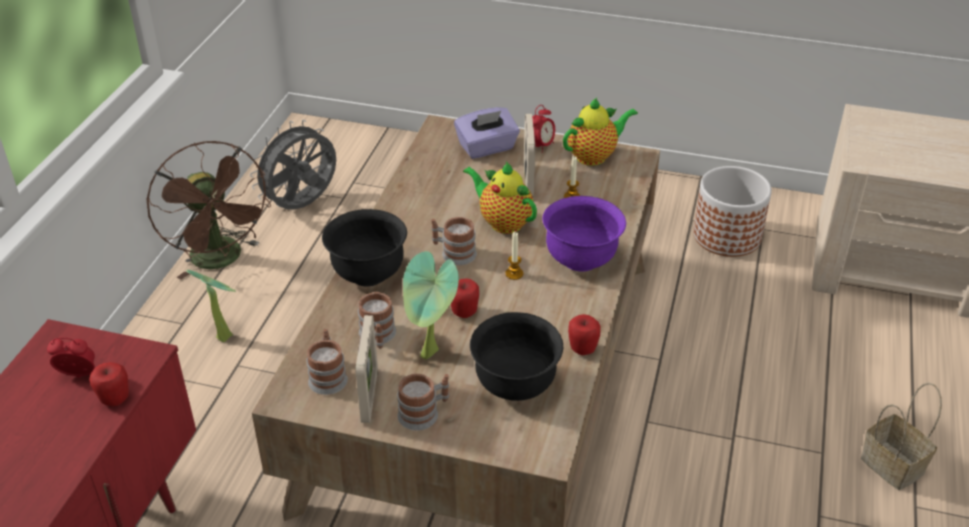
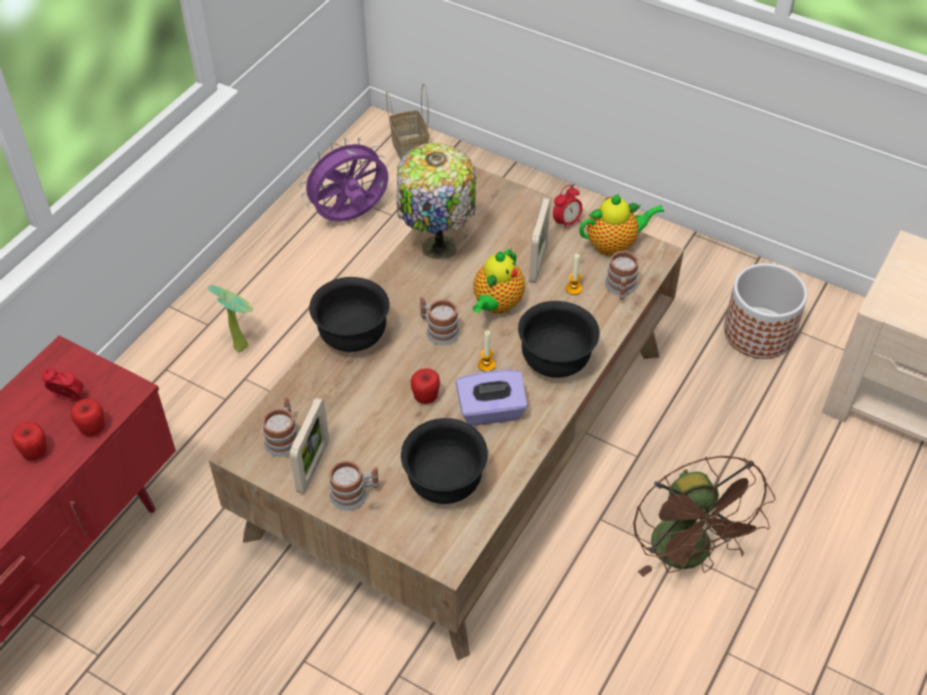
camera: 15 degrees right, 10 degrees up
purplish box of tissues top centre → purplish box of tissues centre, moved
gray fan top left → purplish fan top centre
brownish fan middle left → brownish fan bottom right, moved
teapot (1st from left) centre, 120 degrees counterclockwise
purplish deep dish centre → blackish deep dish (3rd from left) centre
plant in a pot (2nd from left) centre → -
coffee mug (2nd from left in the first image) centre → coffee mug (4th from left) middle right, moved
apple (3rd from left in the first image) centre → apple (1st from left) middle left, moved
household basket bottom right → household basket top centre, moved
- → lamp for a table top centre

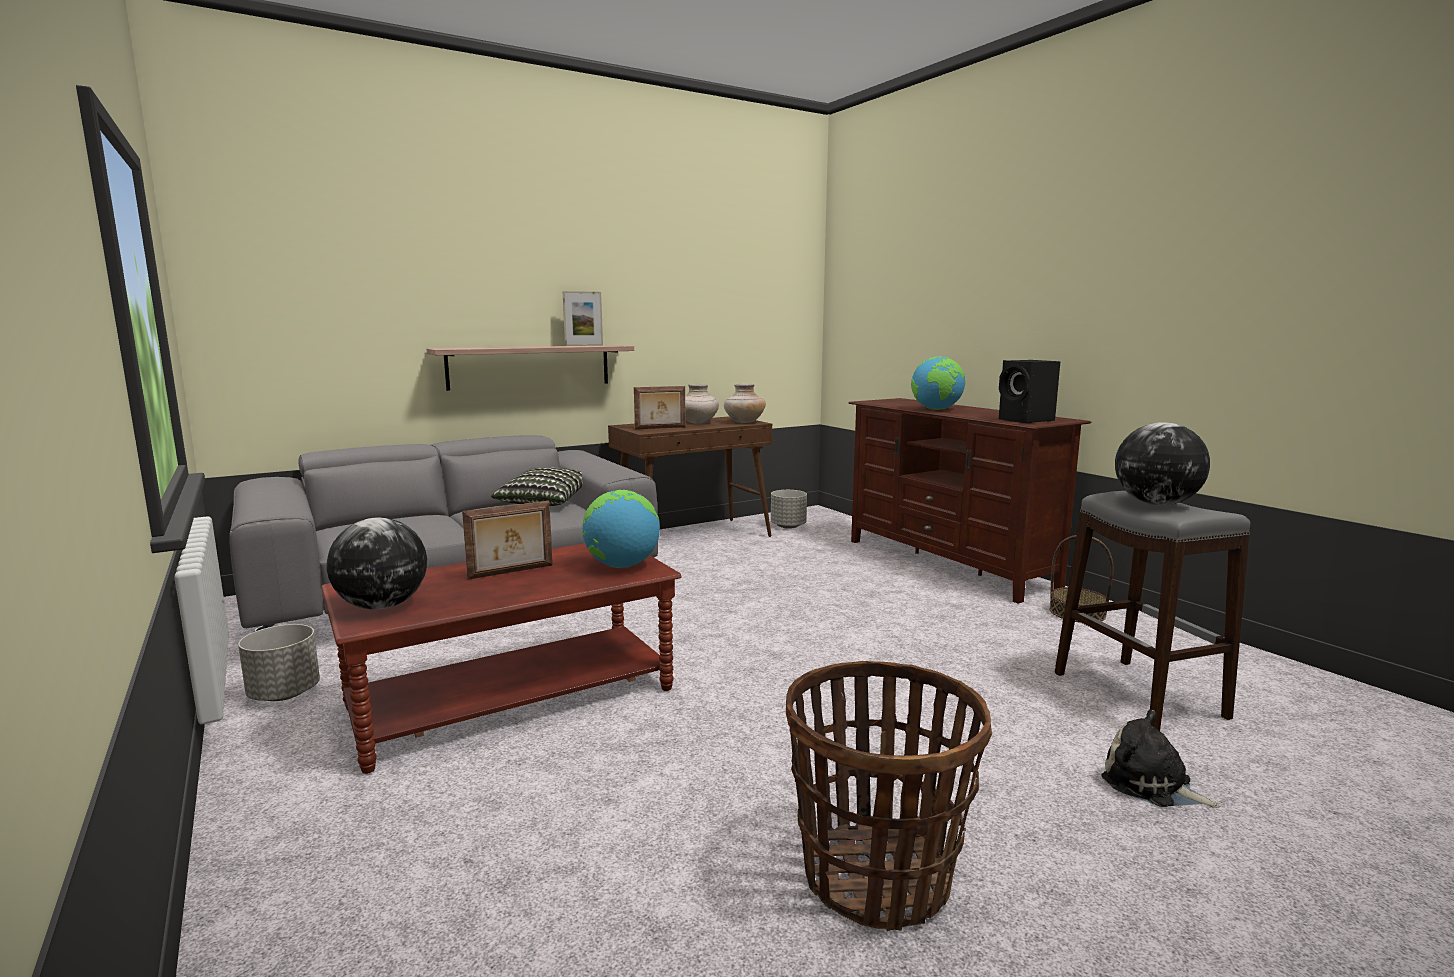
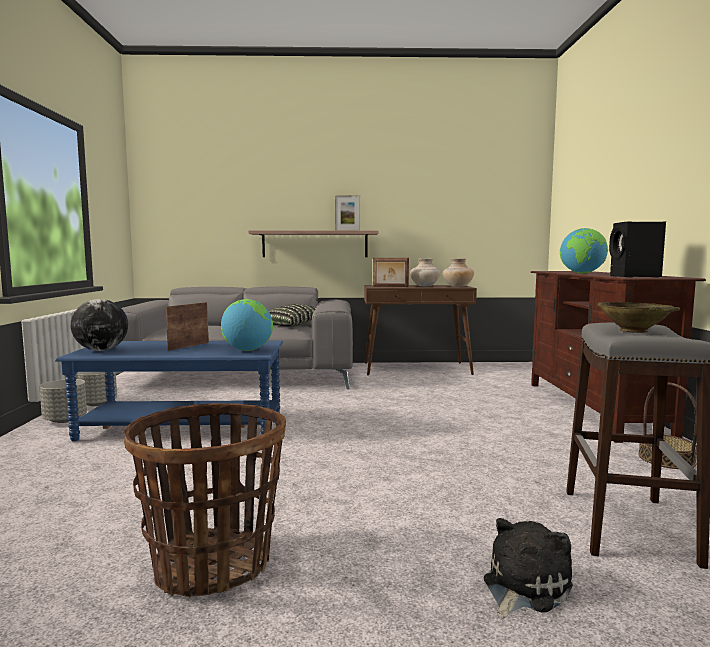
camera: 30 degrees right, 5 degrees down
world globe (4th from left) middle right → beige-coloured deep dish middle right
gray flower pot (2nd from left in the first image) centre → gray flower pot (1st from left) middle left, moved
picture frame (1st from left) centre → picture frame (1st from left) middle left, 120 degrees clockwise
brownish lounge table bottom centre → bluish lounge table middle left
soft toy bottom right, 60 degrees clockwise

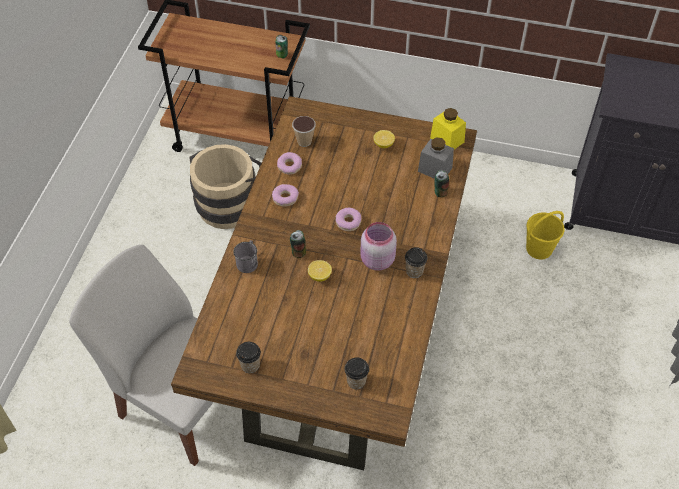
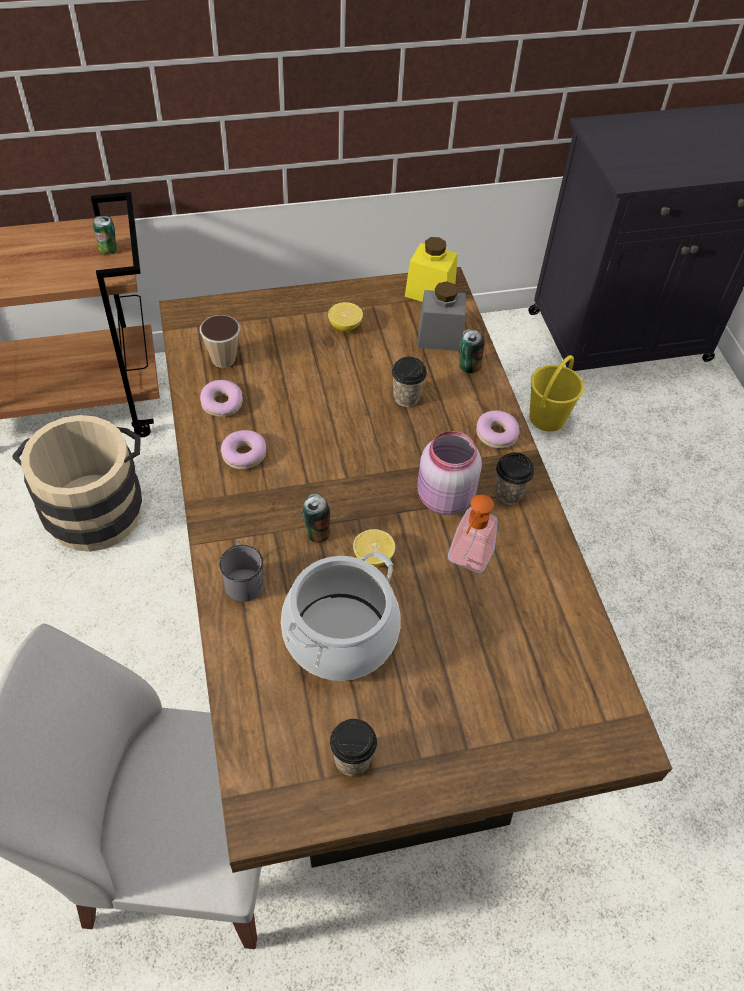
camera: 30 degrees left, 0 degrees up
ring doughnut (3rd from left) centre → ring doughnut (3rd from left) middle right, moved
cup (3rd from left) bottom centre → cup (3rd from left) centre, moved
- → soap bottle centre
- → cooking pot centre

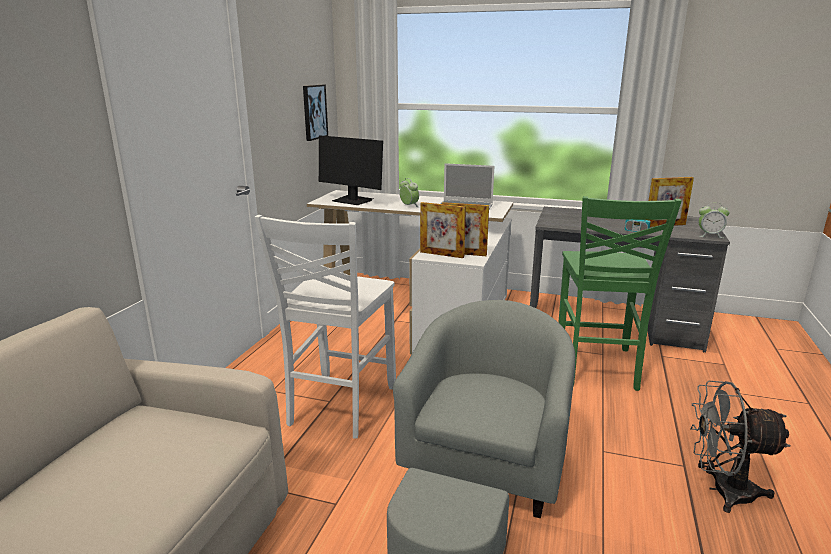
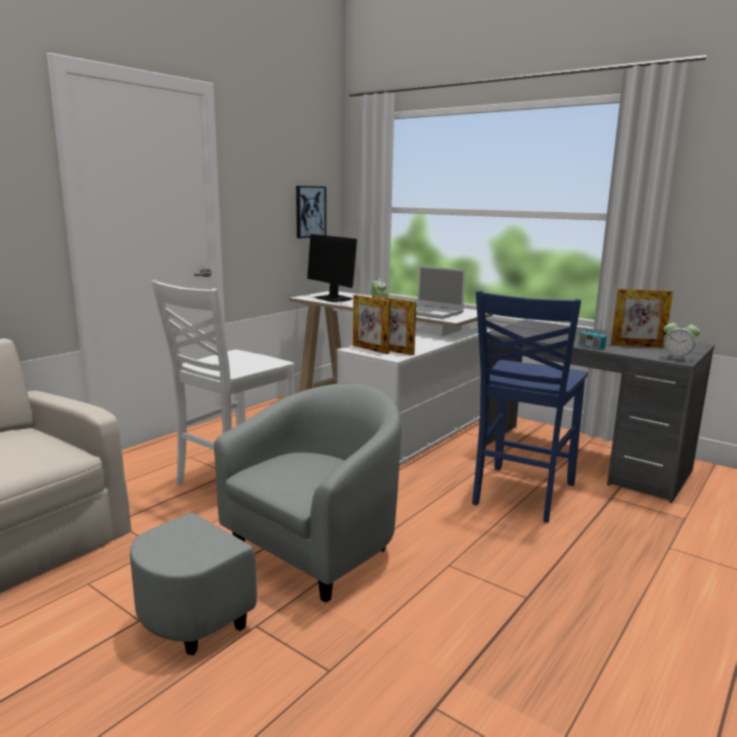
camera: 20 degrees right, 5 degrees down
green-coloured chair middle right → bluish chair middle right
gray fan bottom right → -

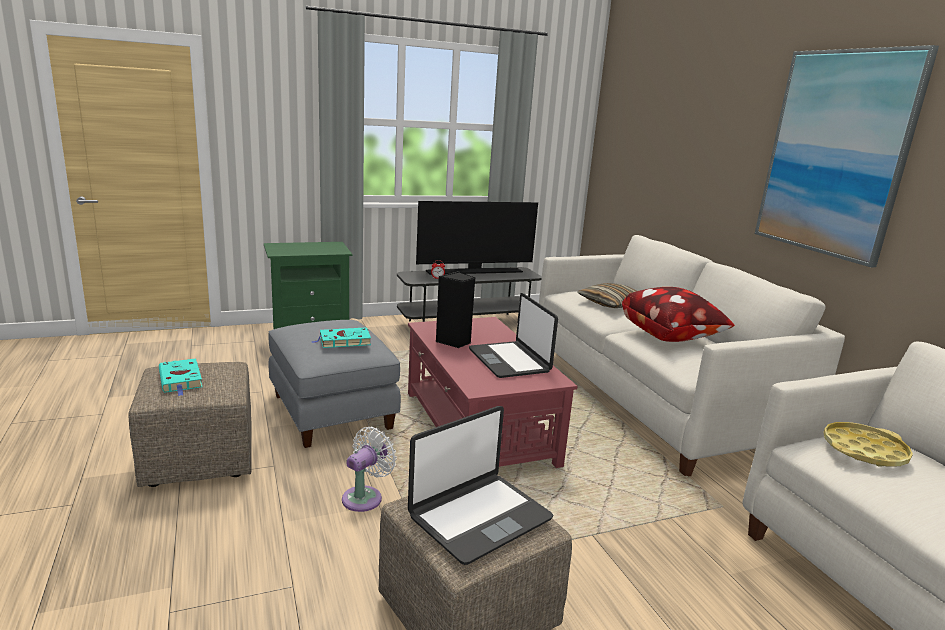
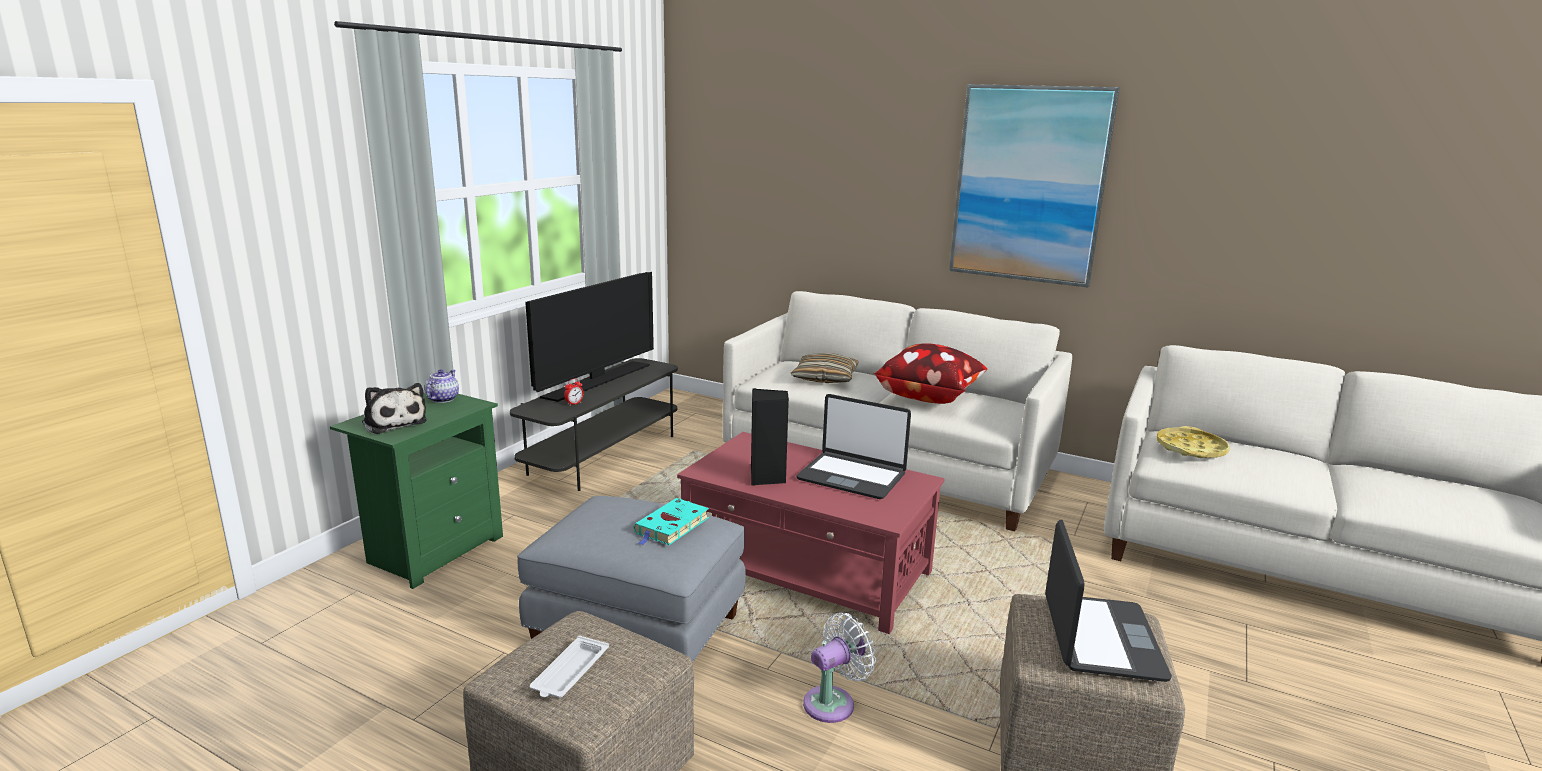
camera: 40 degrees left, 0 degrees up
blue-green bound book (1st from left) middle left → whitish tray bottom centre
whitish fan bottom centre, 60 degrees clockwise
- → teapot middle left
- → soft toy middle left

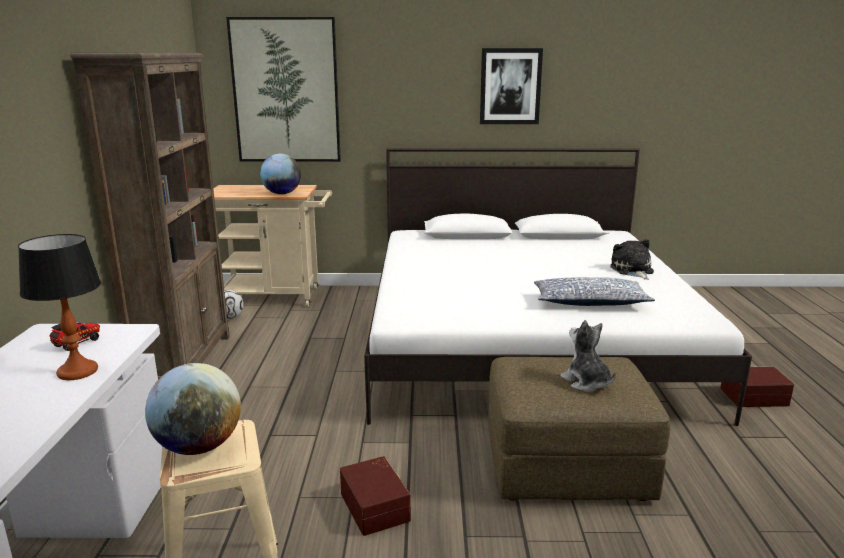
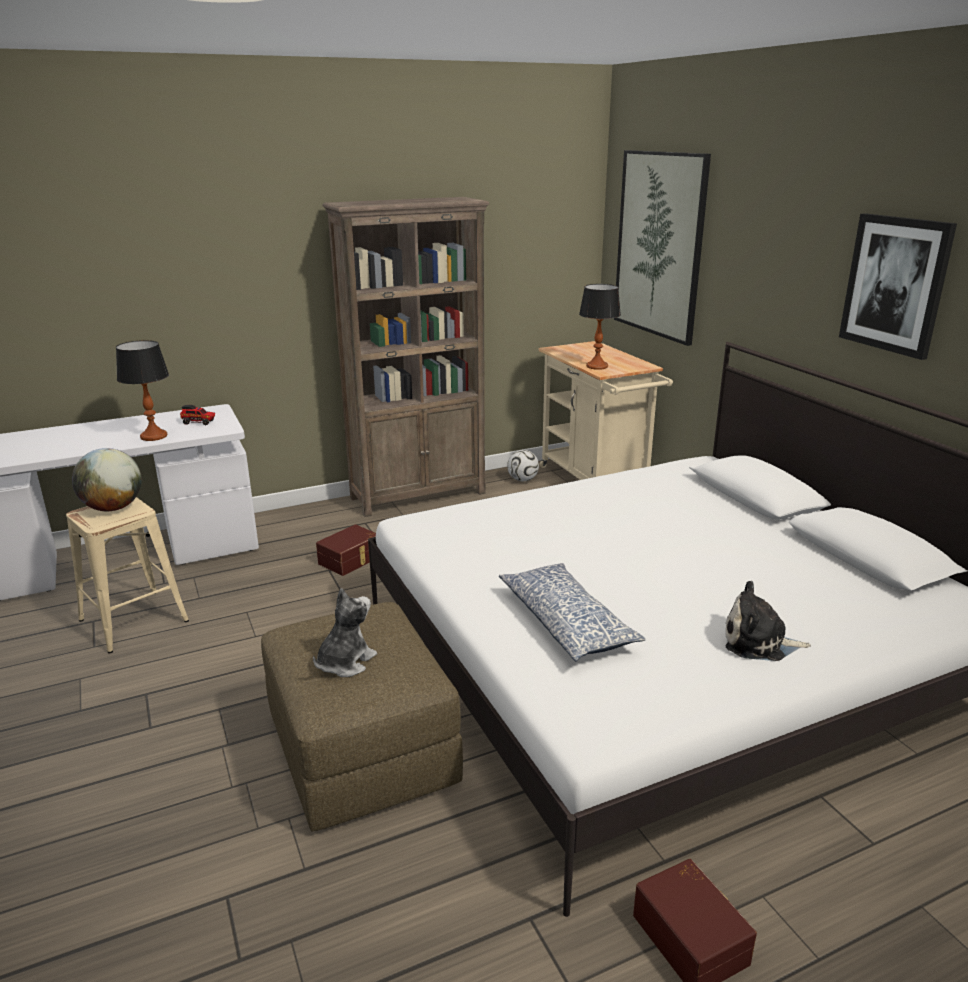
camera: 65 degrees right, 5 degrees up
world globe (2nd from left) top left → lamp for a table (2nd from left) top centre
soft toy (2nd from left) middle right, 135 degrees counterclockwise
brownish storage box (1st from left) bottom centre → brownish storage box (1st from left) centre, moved

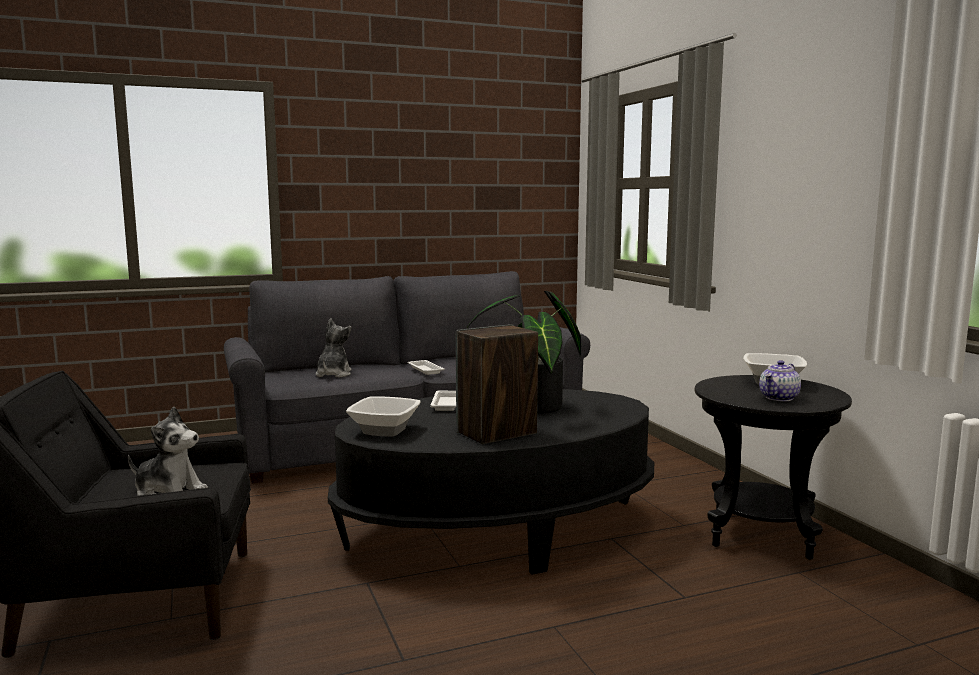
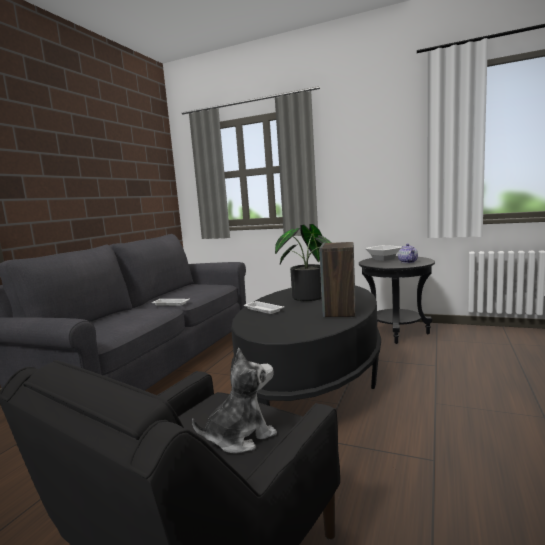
camera: 45 degrees left, 0 degrees up
soft toy (2nd from left) centre → -
deep dish (1st from left) centre → -

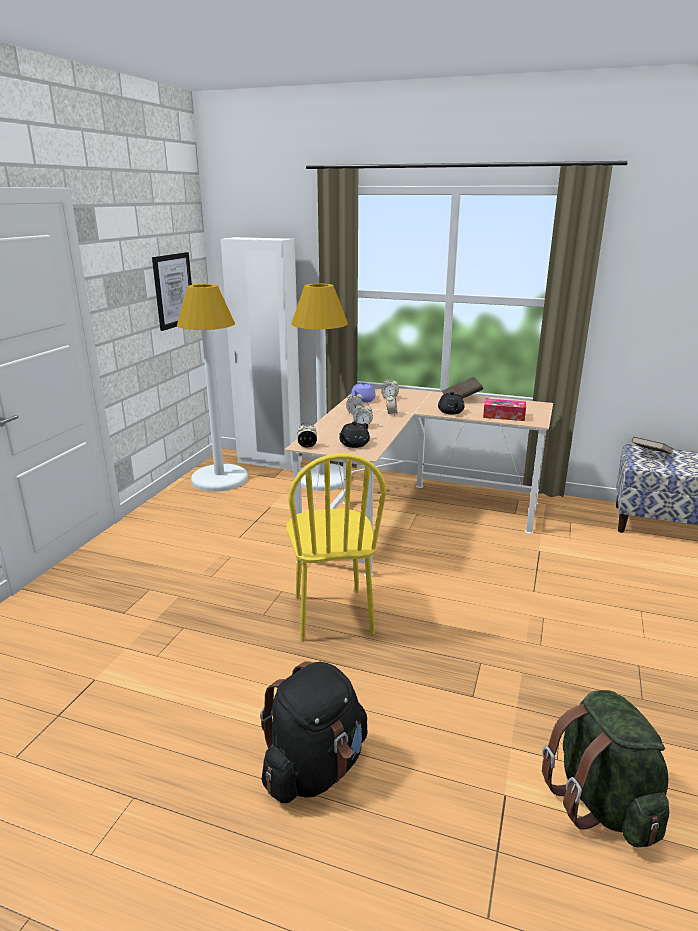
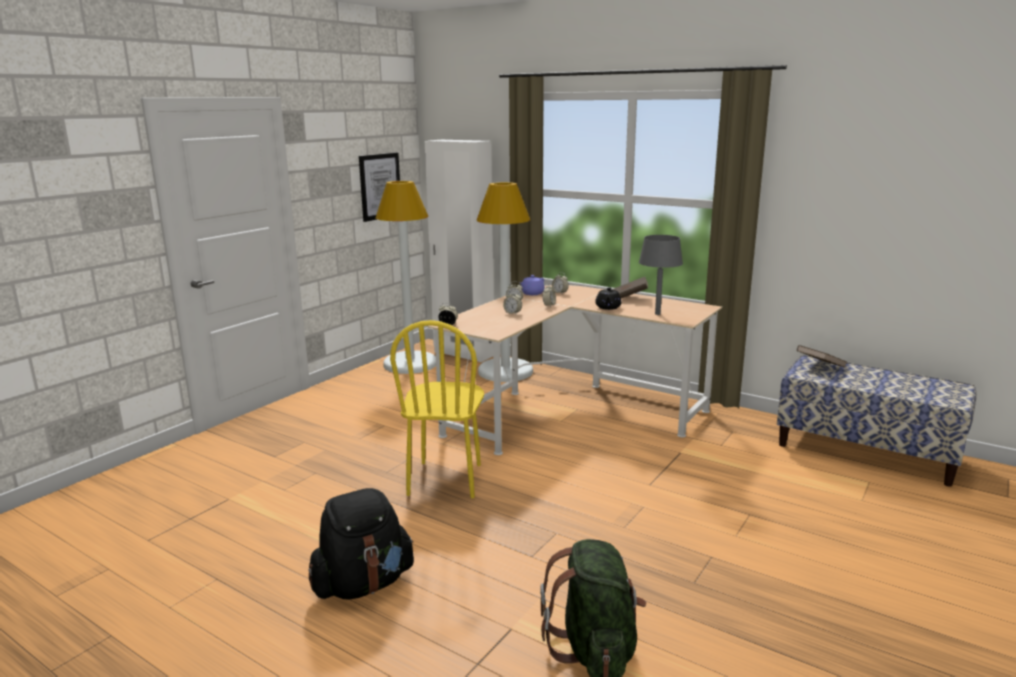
camera: 15 degrees right, 5 degrees down
box of tissues middle right → gray lamp for a table centre
blackish teapot (1st from left) centre → -

